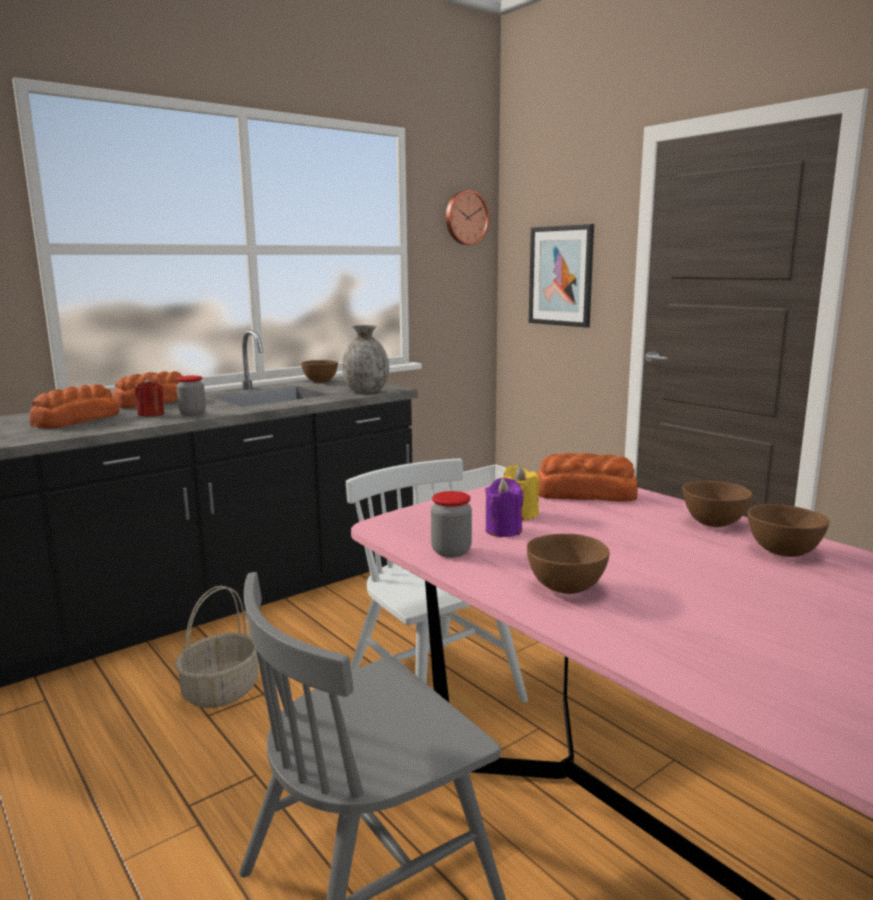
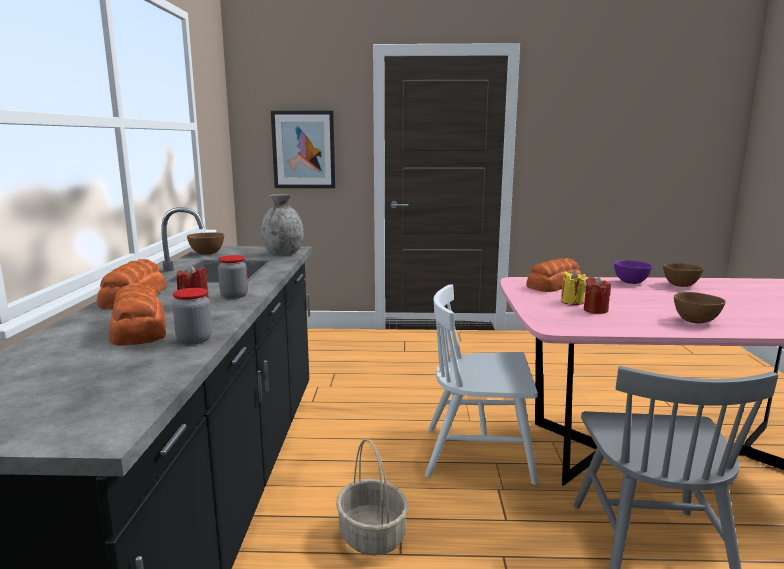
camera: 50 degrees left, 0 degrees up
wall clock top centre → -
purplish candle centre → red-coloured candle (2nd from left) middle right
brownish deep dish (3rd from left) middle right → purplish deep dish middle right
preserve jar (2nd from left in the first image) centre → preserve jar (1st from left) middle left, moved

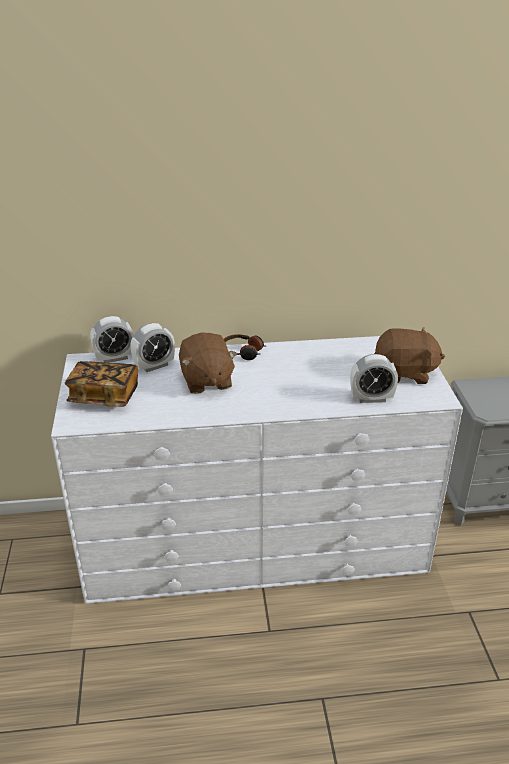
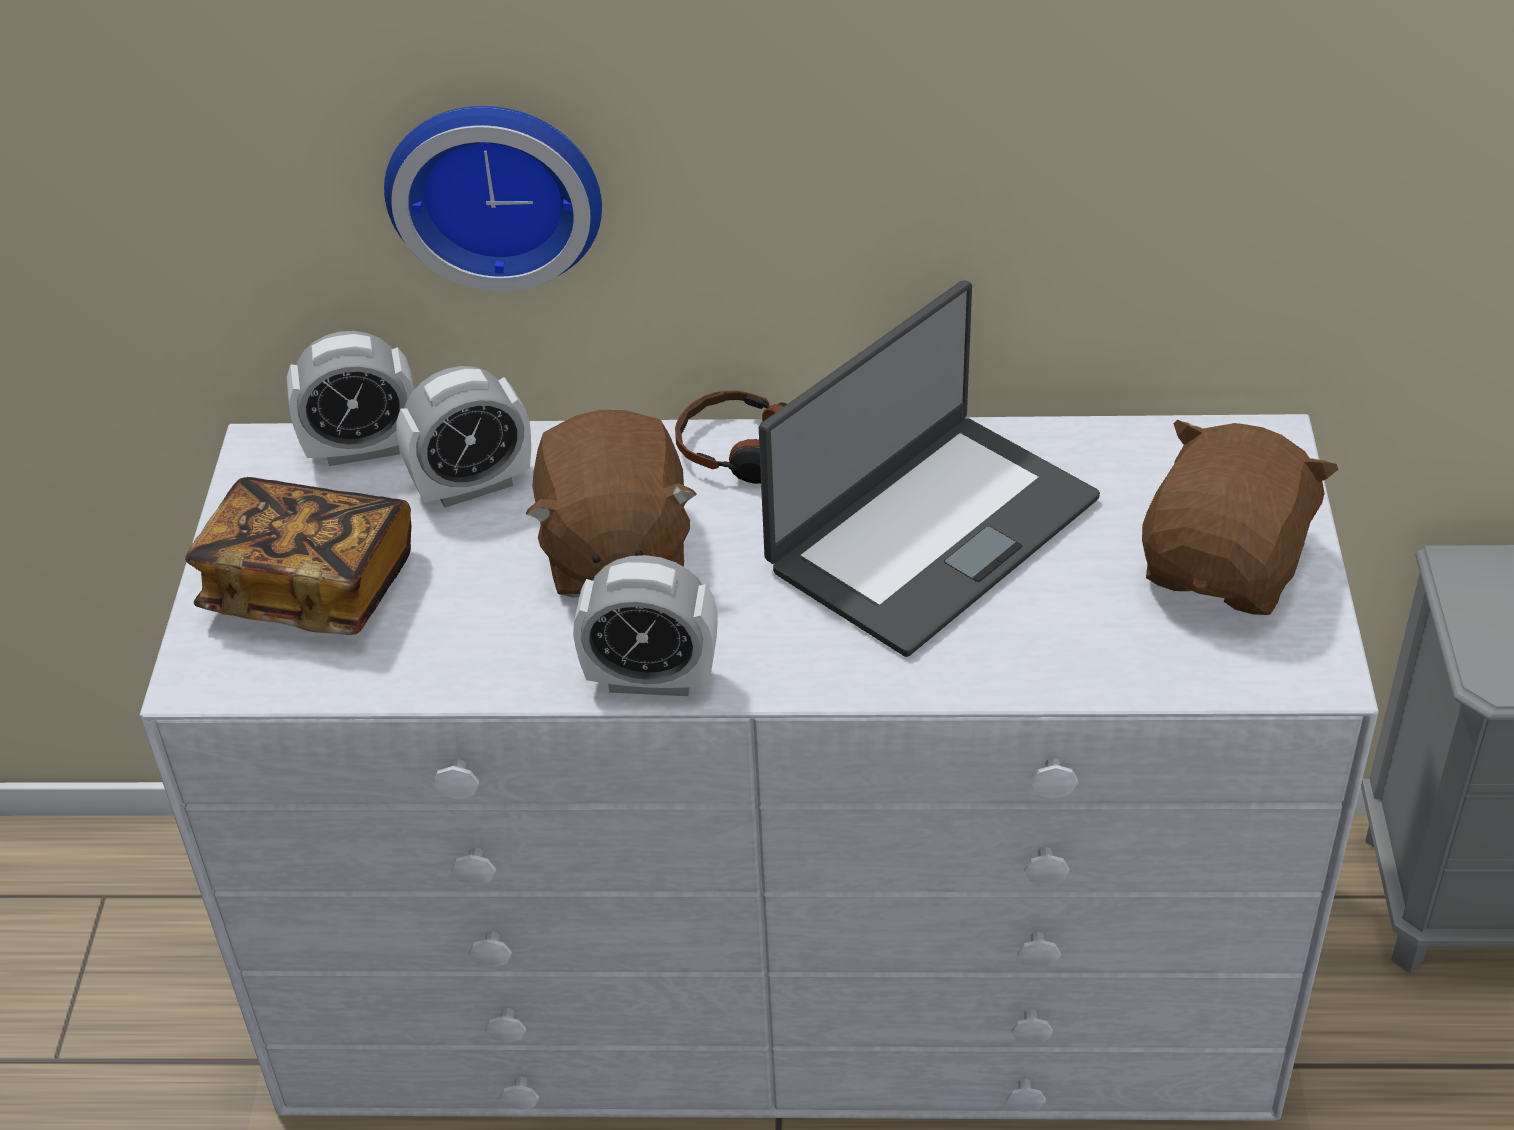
camera: 10 degrees right, 10 degrees up
brownish soft toy (2nd from left) middle right, 75 degrees counterclockwise
alarm clock (3rd from left) middle right → alarm clock (3rd from left) centre, moved
- → wall clock top left
- → laptop centre

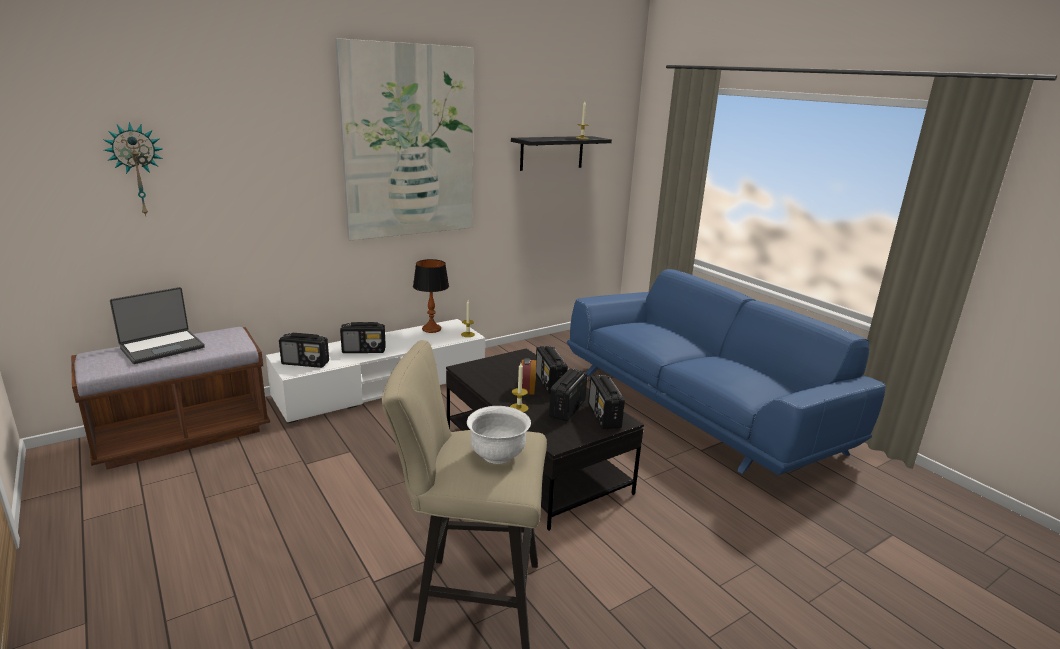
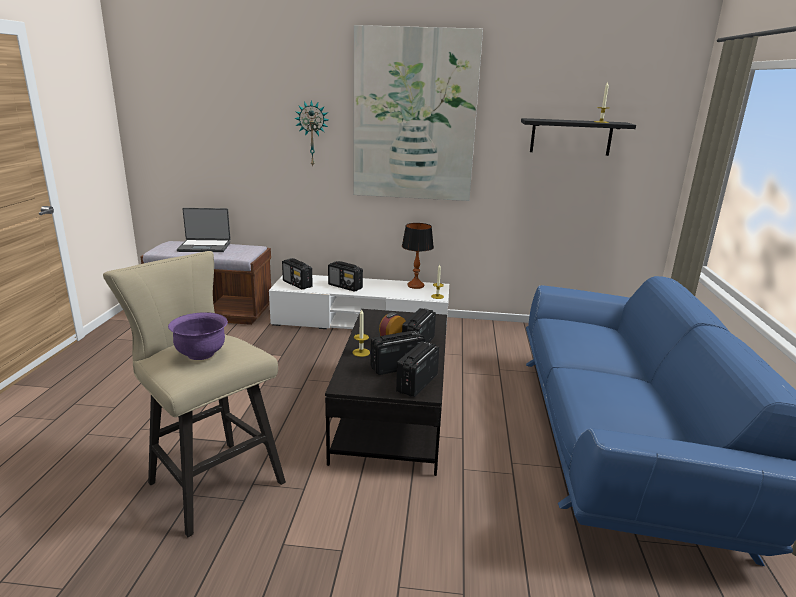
camera: 40 degrees right, 0 degrees up
wall clock top left → wall clock top centre, moved
whitish deep dish bottom centre → purplish deep dish middle left

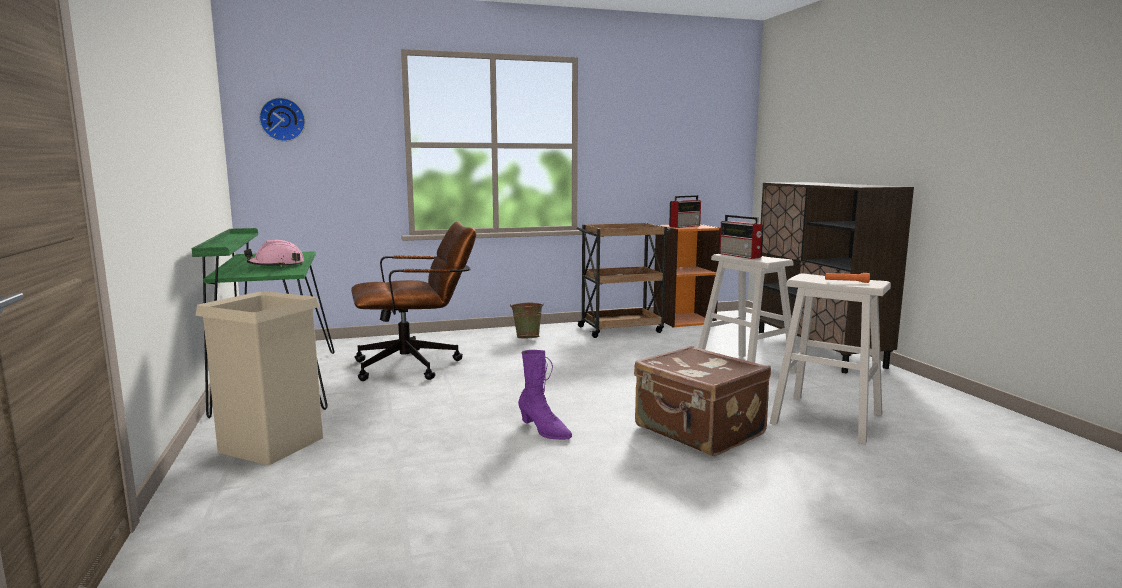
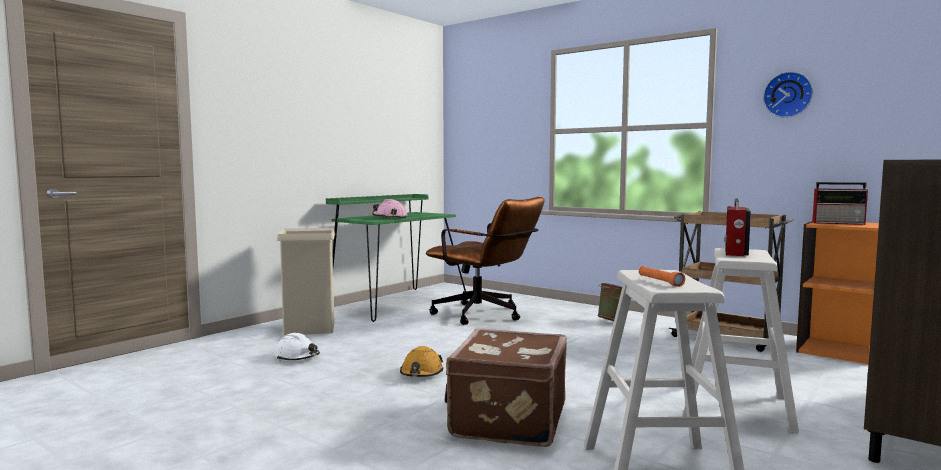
camera: 55 degrees right, 5 degrees down
wall clock top left → wall clock top right, moved
purplish tall boot bottom centre → orangey work helmet bottom centre
- → whitish work helmet bottom left

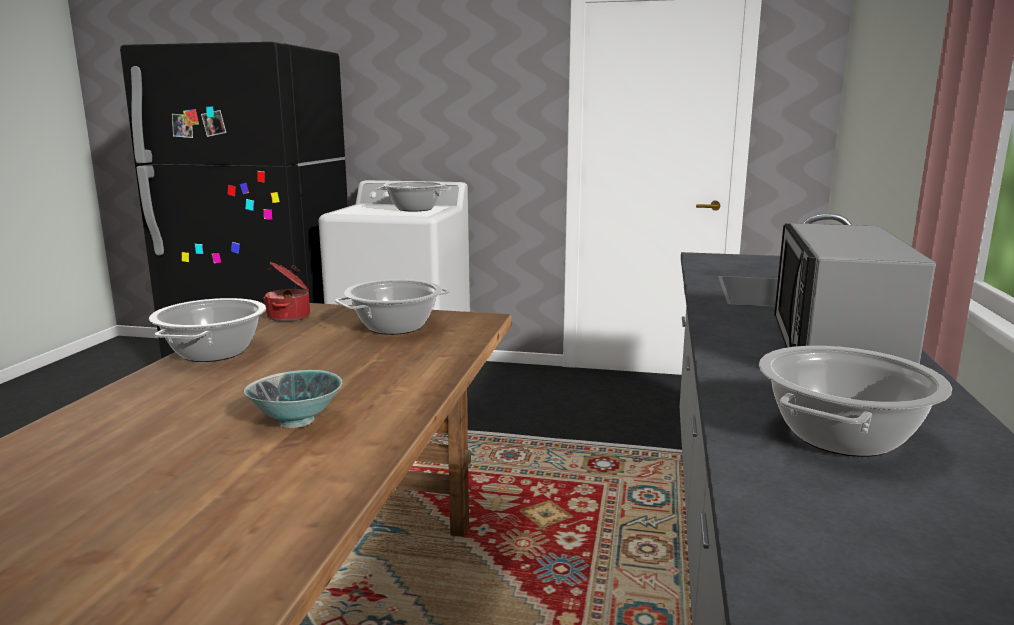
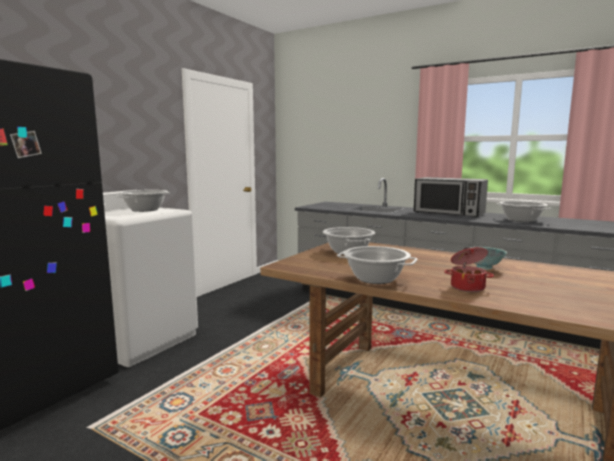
camera: 70 degrees left, 5 degrees down
cooking pot (2nd from left in the first image) middle left → cooking pot (4th from left) middle right, moved

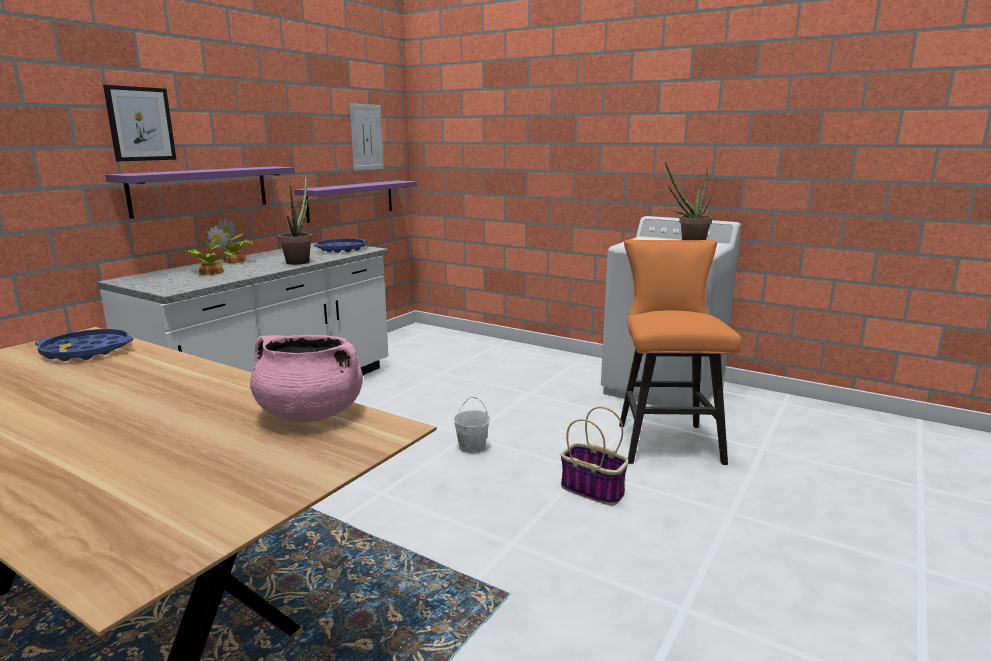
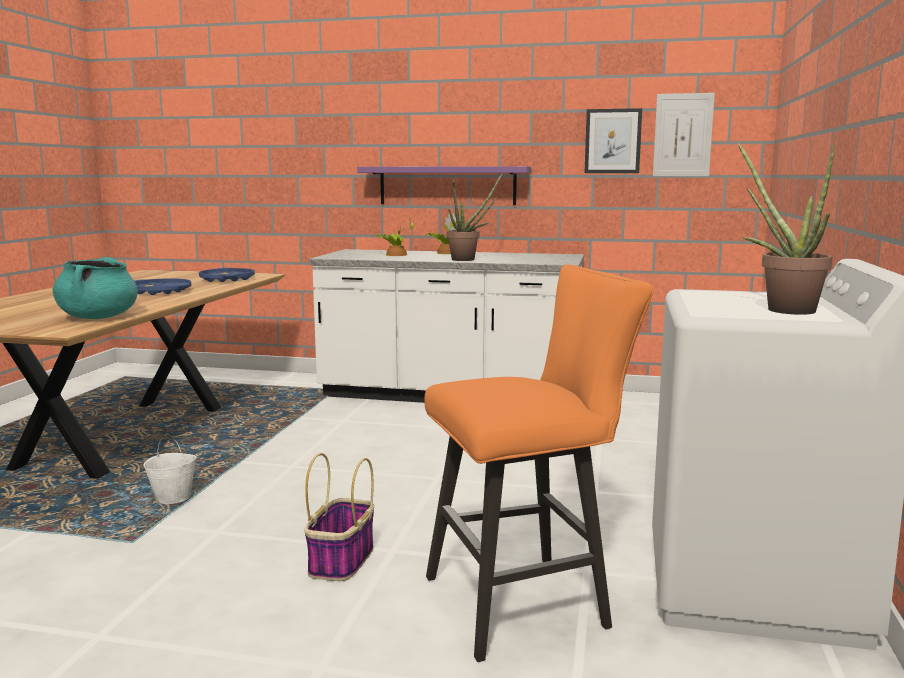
camera: 70 degrees right, 5 degrees down
wall picture (1st from left) top left → wall picture (1st from left) top right, moved
purplish shelf (2nd from left) top centre → -
bluish tray (2nd from left in the first image) centre → bluish tray (1st from left) middle left, moved
pink cooking pot middle left → blue-green cooking pot middle left
whitish bucket centre → whitish bucket bottom left, moved

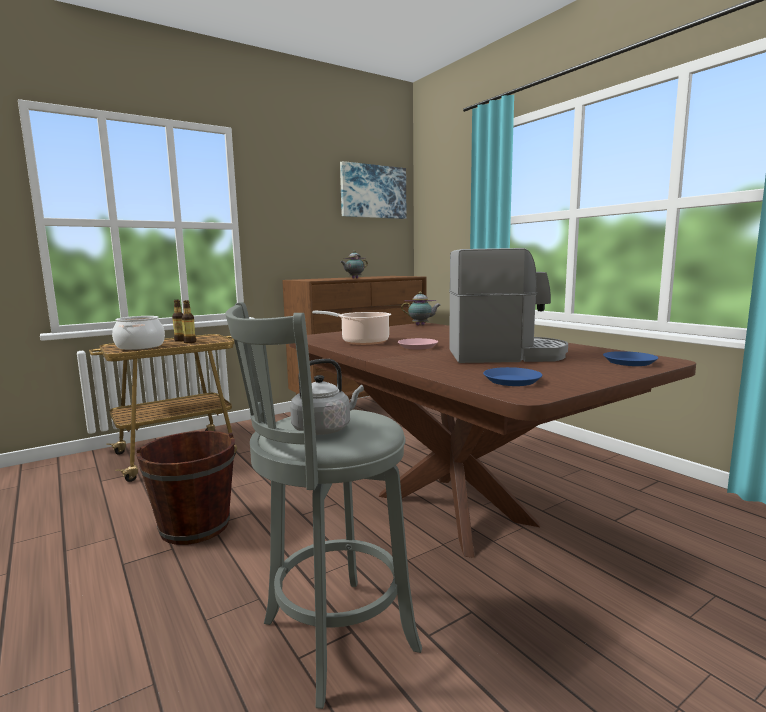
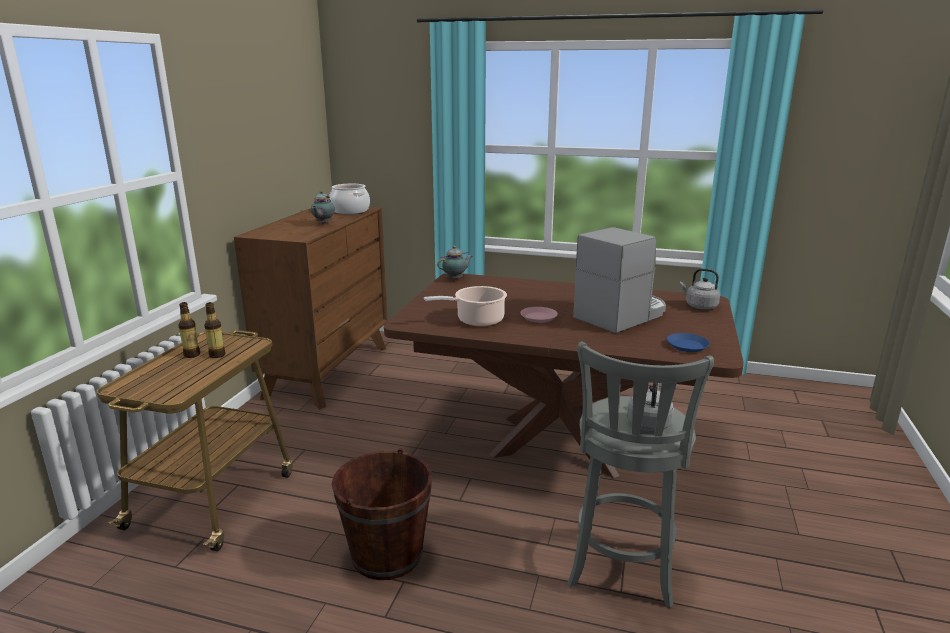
camera: 40 degrees left, 10 degrees up
wall picture top centre → -
cooking pot (1st from left) middle left → cooking pot (1st from left) top centre, moved
bluish dinner plate (2nd from left) middle right → gray tea kettle (2nd from left) middle right

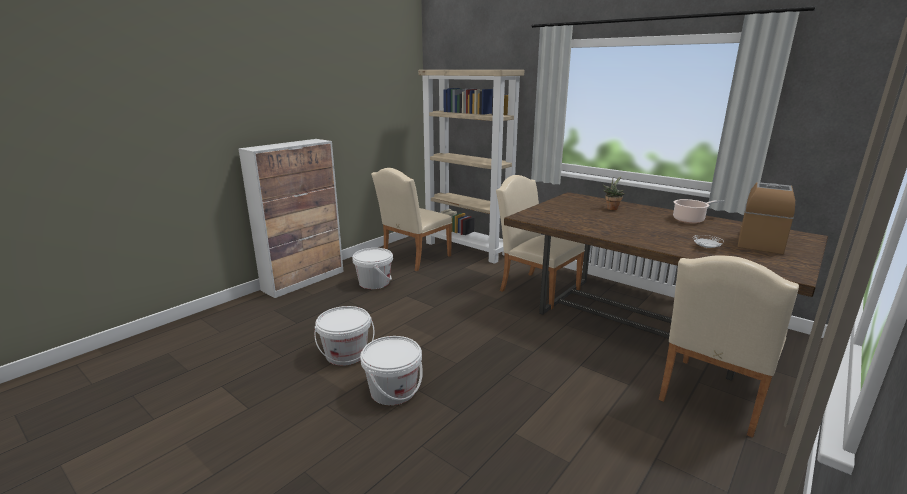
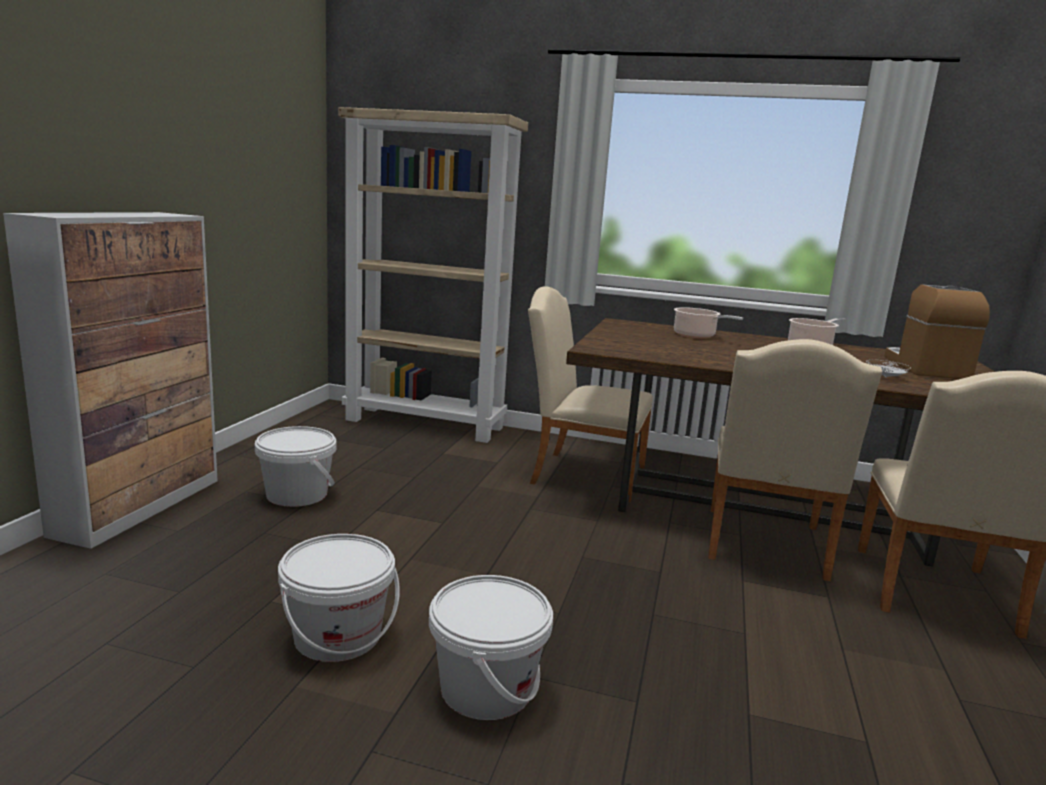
camera: 25 degrees left, 5 degrees down
beige-coloured chair (1st from left in the first image) centre → beige-coloured chair (2nd from left) middle right, moved
plant in a pot middle right → cooking pot (1st from left) middle right

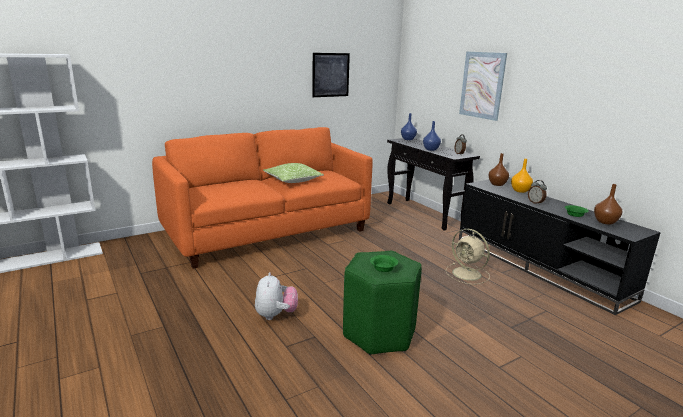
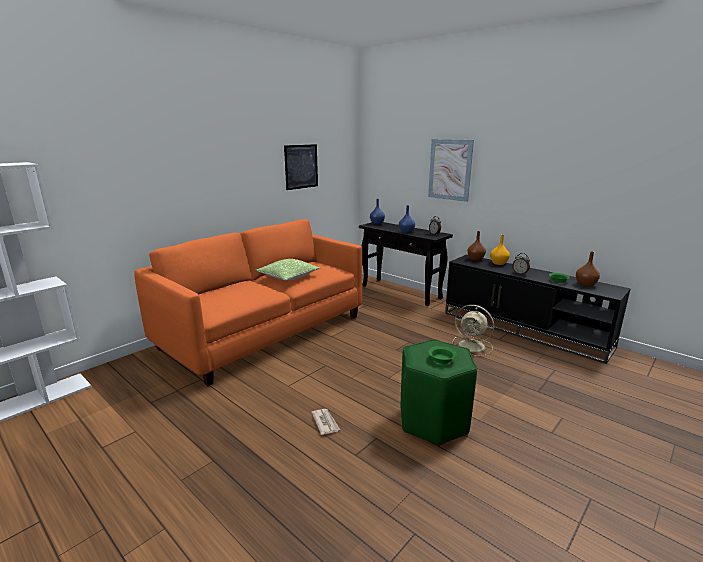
camera: 15 degrees left, 0 degrees up
soft toy bottom centre → newspaper bottom centre

